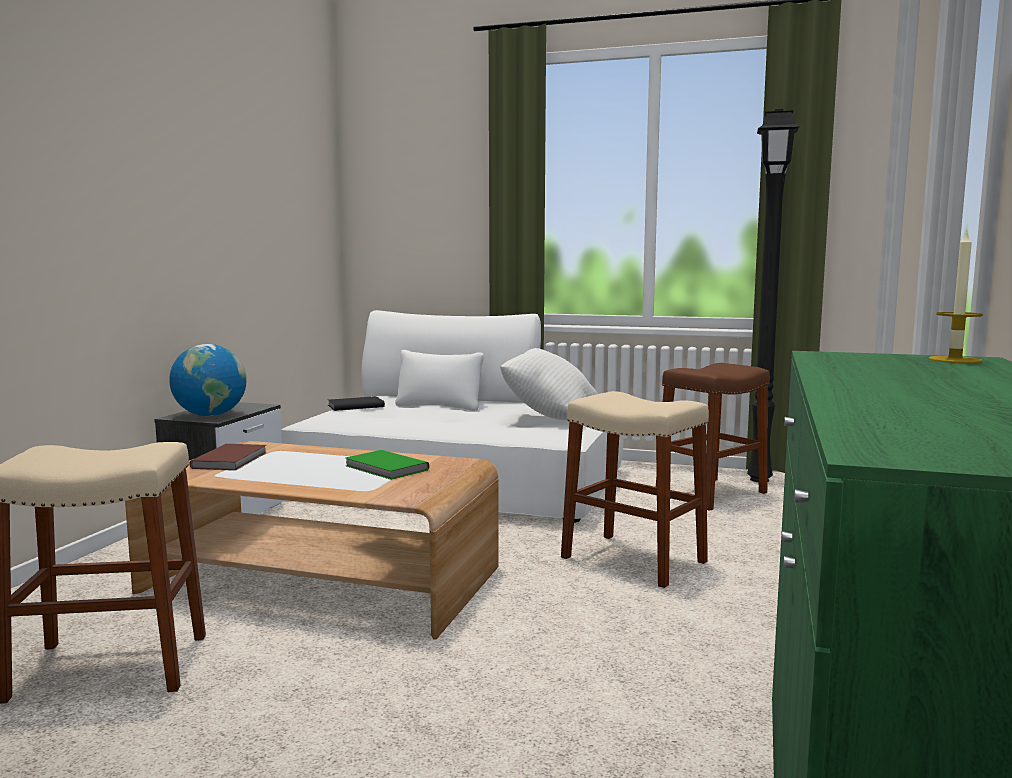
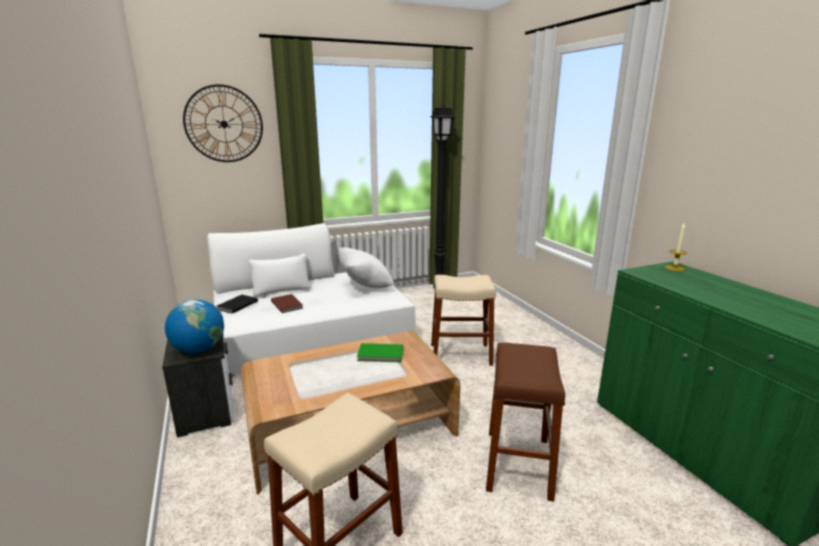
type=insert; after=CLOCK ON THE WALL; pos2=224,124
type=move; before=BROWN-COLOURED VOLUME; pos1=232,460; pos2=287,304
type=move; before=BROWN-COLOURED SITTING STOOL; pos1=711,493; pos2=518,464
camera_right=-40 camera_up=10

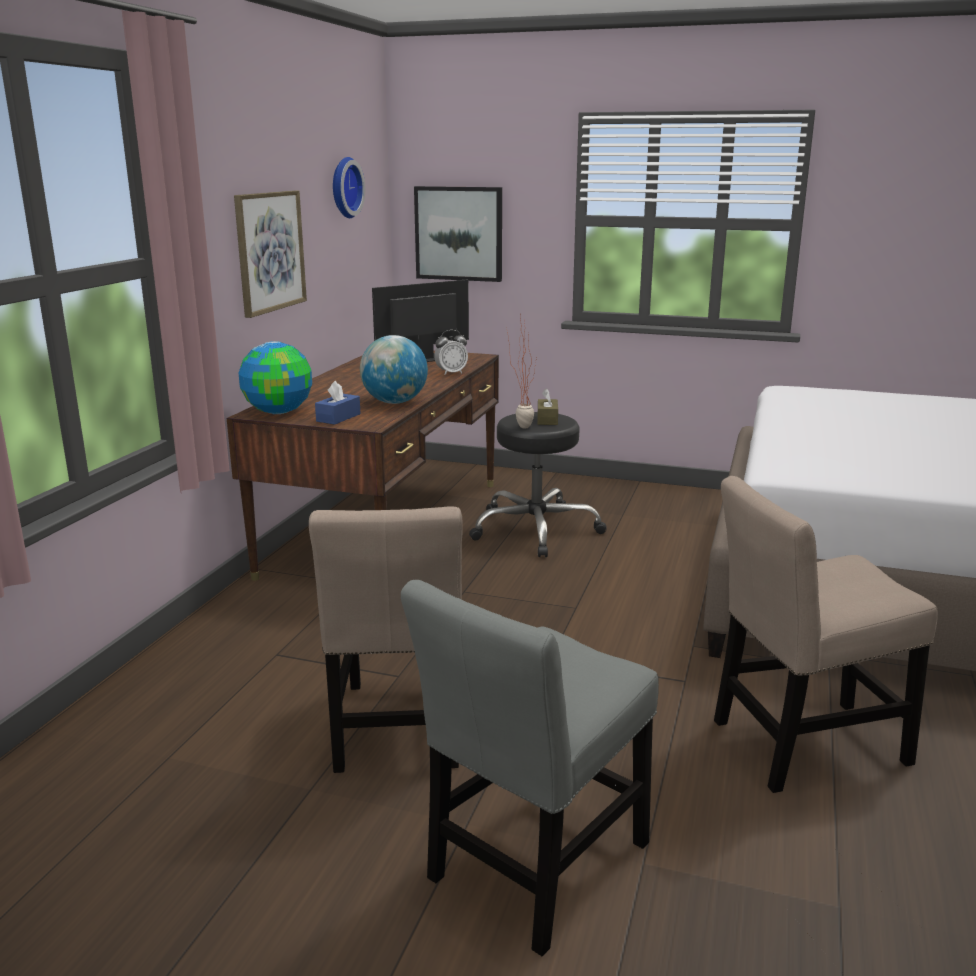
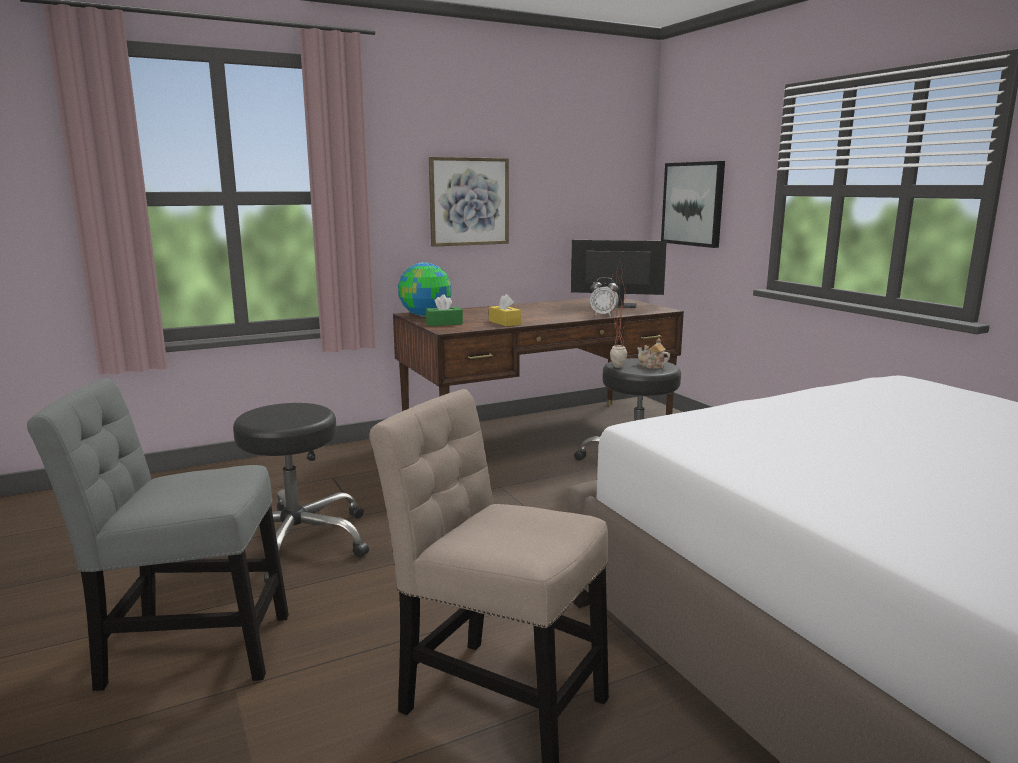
type=delete; before=CLOCK ON THE WALL; pos1=343,187
type=replace; before=BEIGE CHAIR; after=BLACK-COLOURED SITTING STOOL; pos1=398,730; pos2=296,542
type=replace; before=WORLD GLOBE; after=YELLOWISH TISSUE HOLDER; pos1=395,402; pos2=504,322
type=replace; before=BROWN-COLOURED TISSUE HOLDER; after=TEA POT; pos1=547,419; pos2=651,366
type=recolor; before=BLUE TISSUE HOLDER; after=GREEN TISSUE HOLDER; pos1=338,417; pos2=444,323
camera_right=45 camera_up=-5

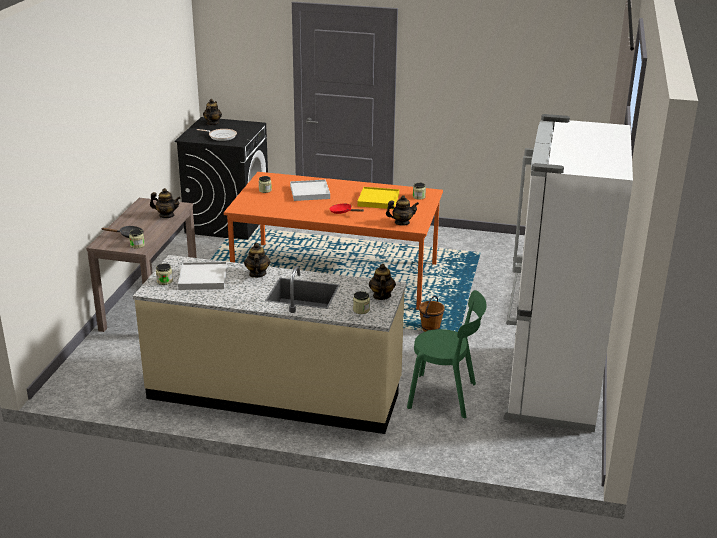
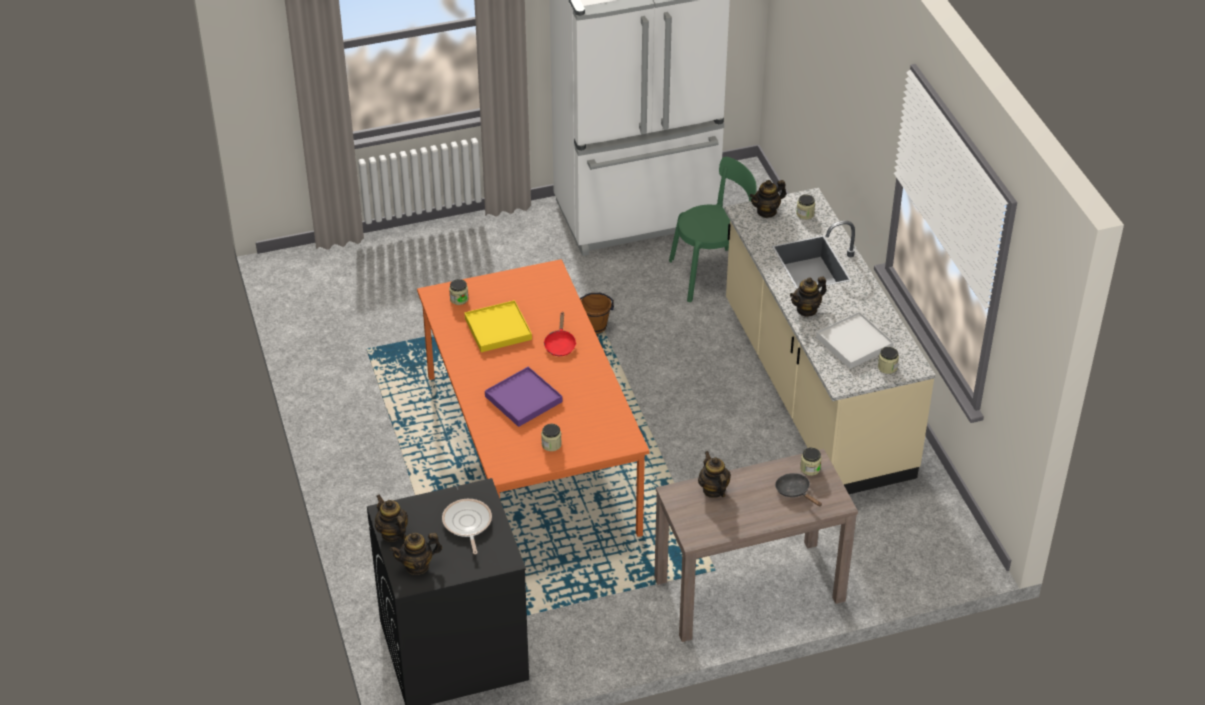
type=move; before=TEA POT; pos1=402,223; pos2=392,533
type=recolor; before=WHITE CARRYING TRAY; after=PURPLE CARRYING TRAY; pos1=309,192; pos2=523,399
type=rotate; before=GREEN CHAIR; pos1=446,396; pos2=713,274; turn=90
camera_right=-120 camera_up=15

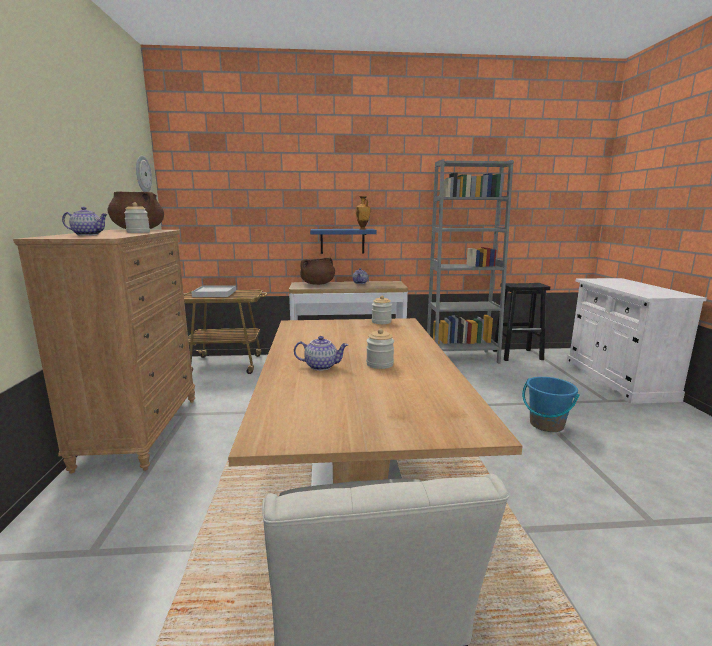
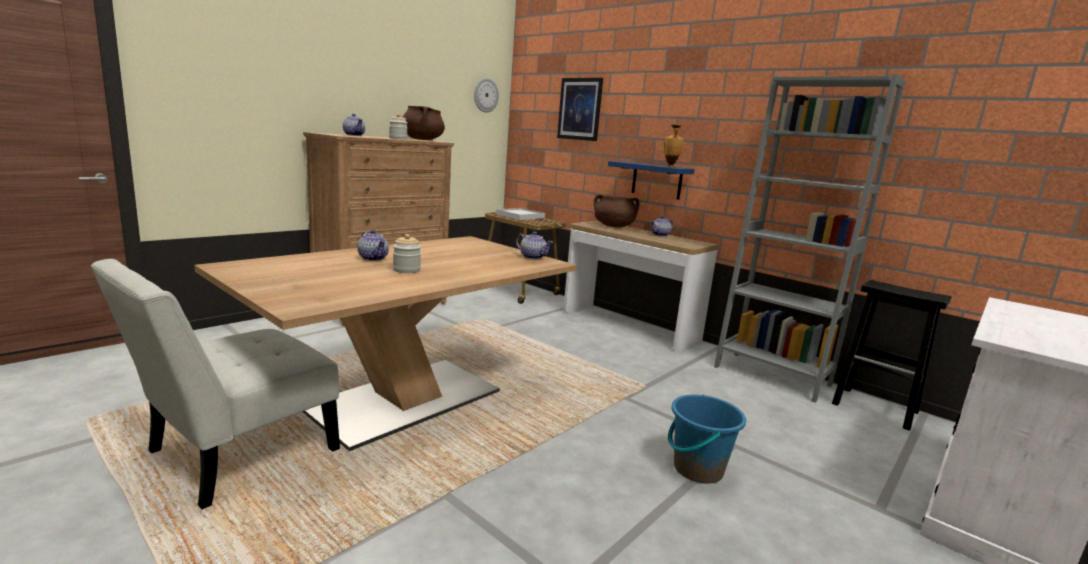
type=insert; after=WALL PICTURE; pos2=580,109
type=replace; before=JAR; after=TEA POT; pos1=381,322; pos2=533,257
camera_right=45 camera_up=0

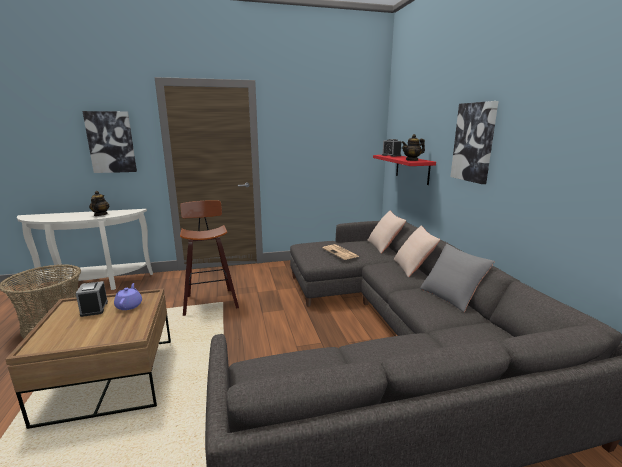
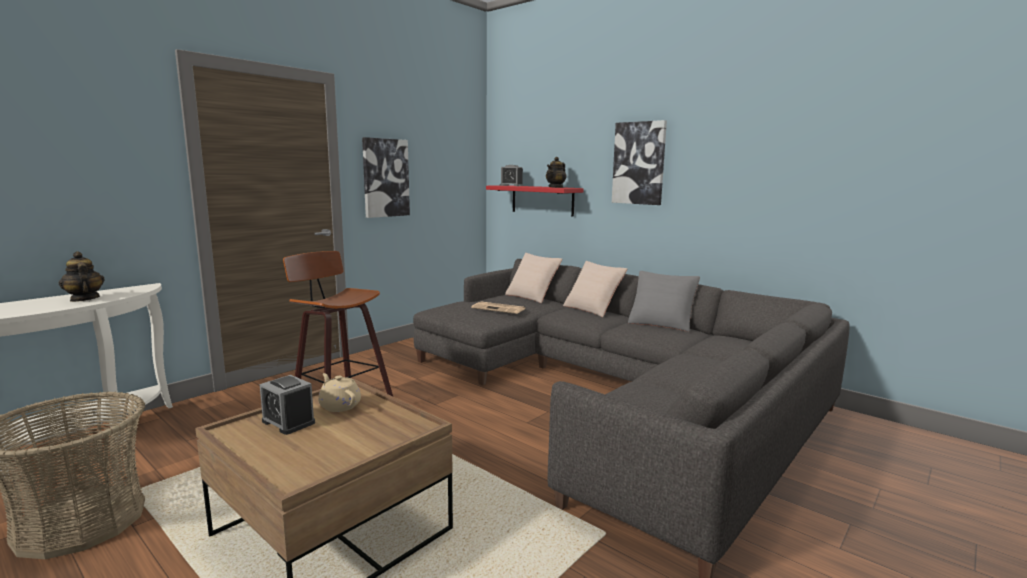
type=move; before=WALL PICTURE; pos1=111,142; pos2=385,178
type=recolor; before=PURPLE TEA POT; after=BEIGE TEA POT; pos1=129,305; pos2=339,405
camera_right=-35 camera_up=-5

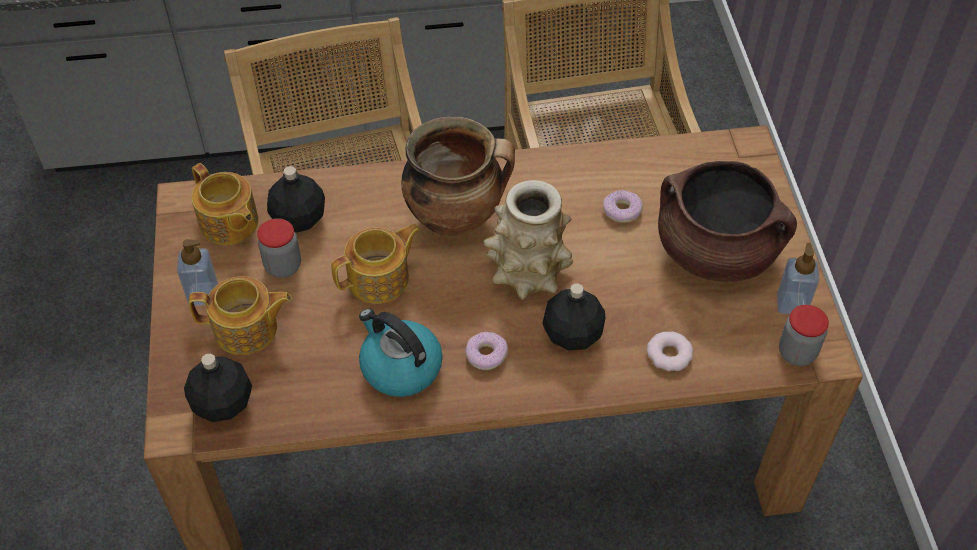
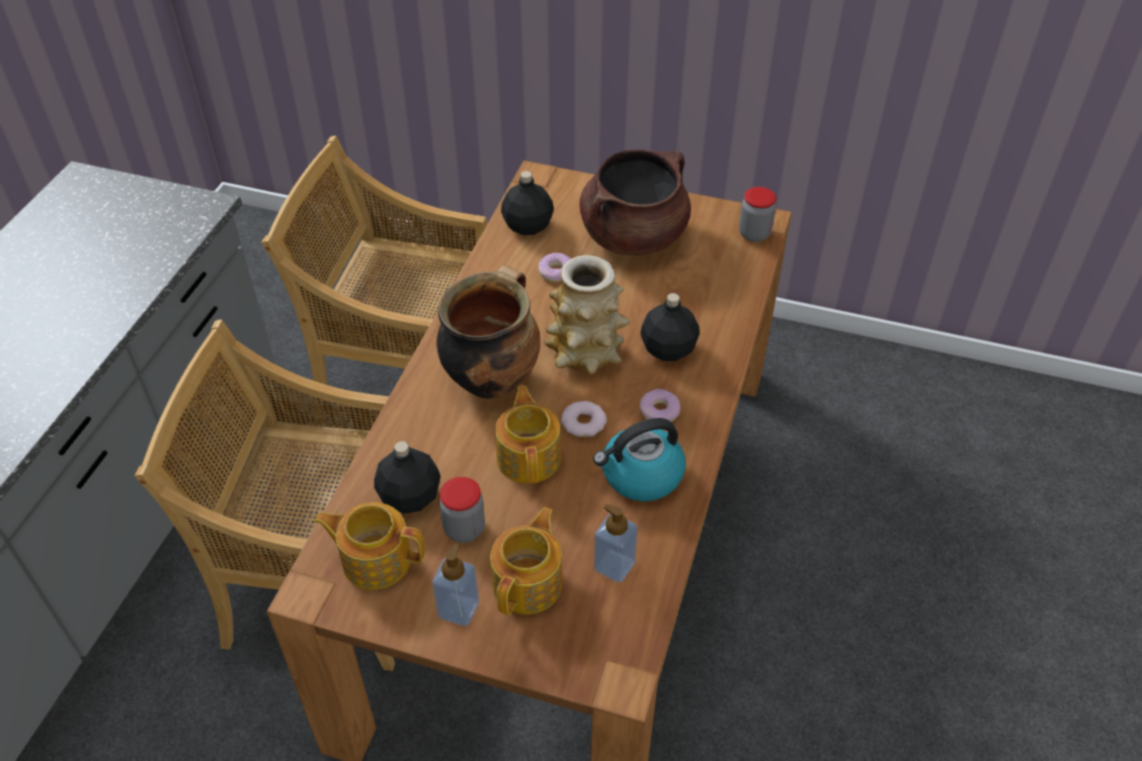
type=move; before=BLACK-COLOURED DRINK BOTTLE; pos1=223,402; pos2=527,225
type=move; before=DONUT; pos1=669,354; pos2=584,422
type=move; before=SOAP BOTTLE; pos1=791,304; pos2=614,566
type=rotate; before=TEA POT; pos1=229,224; pos2=375,559; turn=-150
camera_right=-65 camera_up=-5

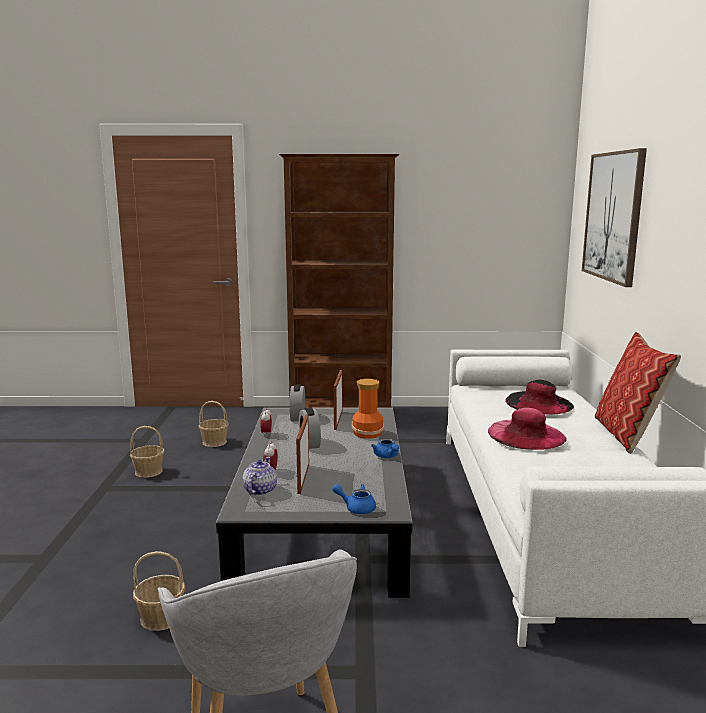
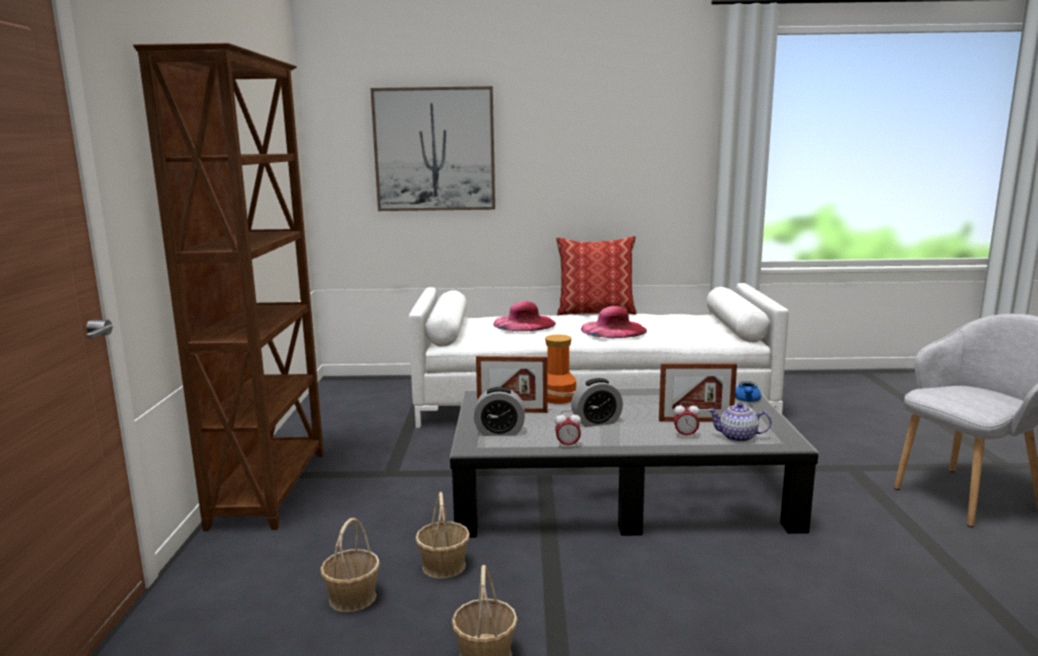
type=delete; before=BLUE TEA POT; pos1=387,456
type=move; before=HOUSEHOLD BASKET; pos1=161,617; pos2=444,566
type=recolor; before=BLACK-COLOURED WEARABLE HAT; after=PINKISH WEARABLE HAT; pos1=539,403; pos2=524,323
camera_right=-90 camera_up=0

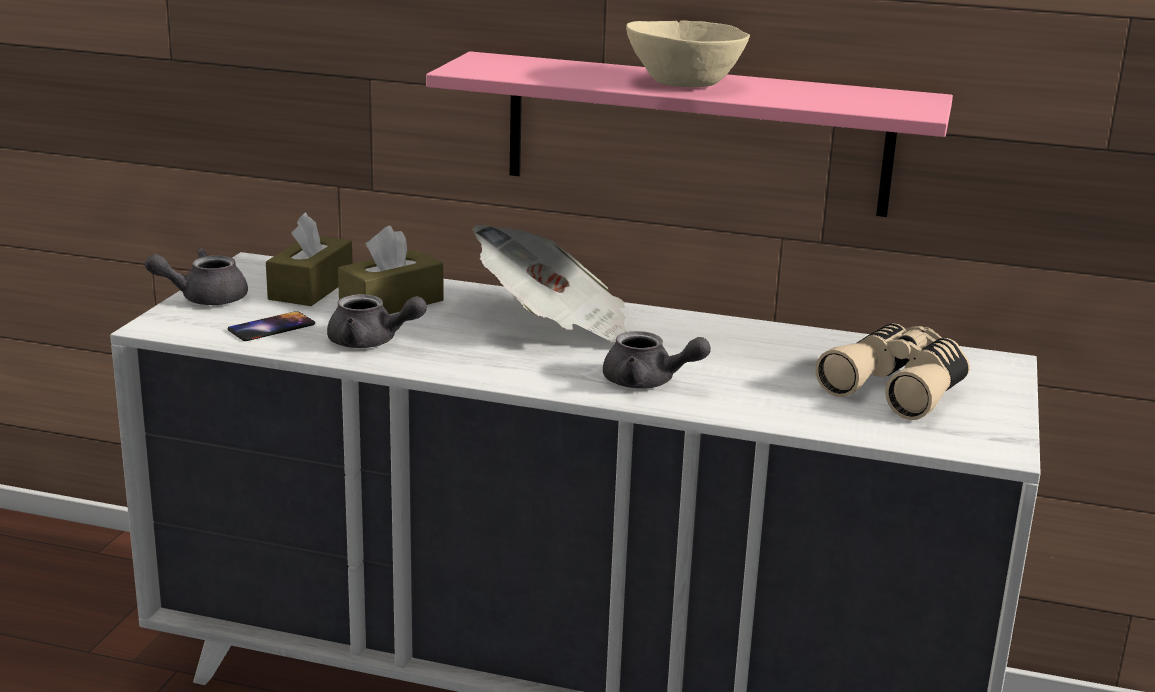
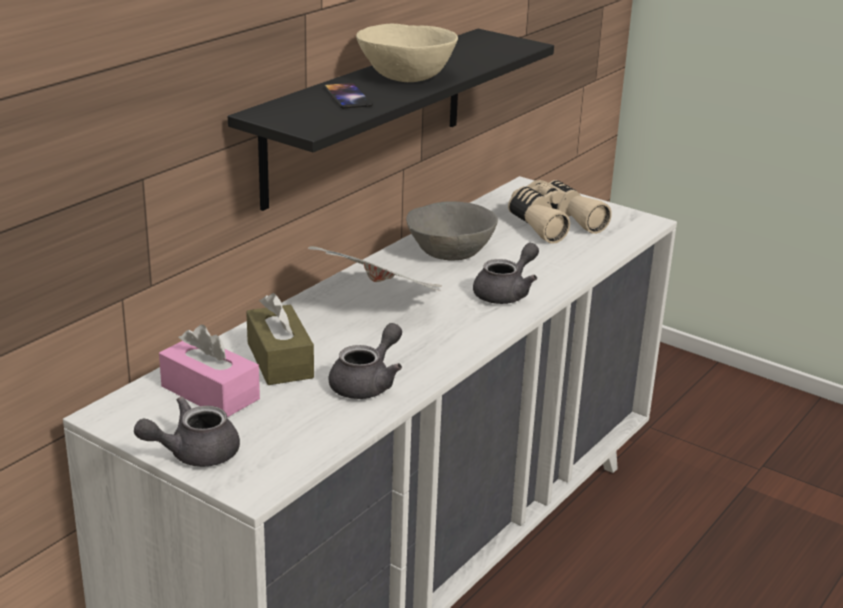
type=insert; after=GREY SERVING BOWL; pos2=450,252
type=move; before=PHONE; pos1=271,327; pos2=347,96
type=recolor; before=BROWN-COLOURED TISSUE HOLDER; after=PINKISH TISSUE HOLDER; pos1=311,288; pos2=210,393
type=recolor; before=PINKISH SHELF; after=BLACK-COLOURED SHELF; pos1=696,134; pos2=366,115
type=rotate; before=GREY TEA POT; pos1=204,298; pos2=193,453; turn=60
camera_right=-70 camera_up=5

